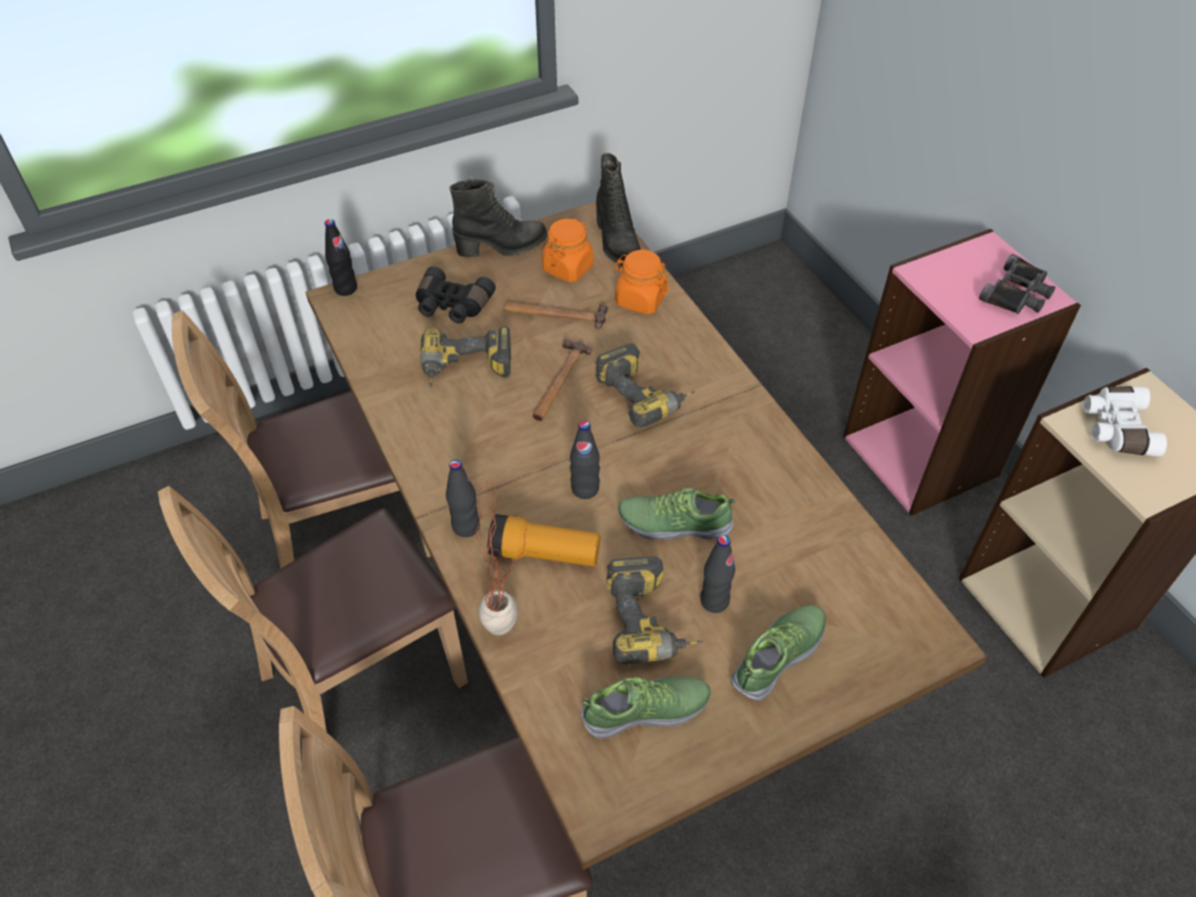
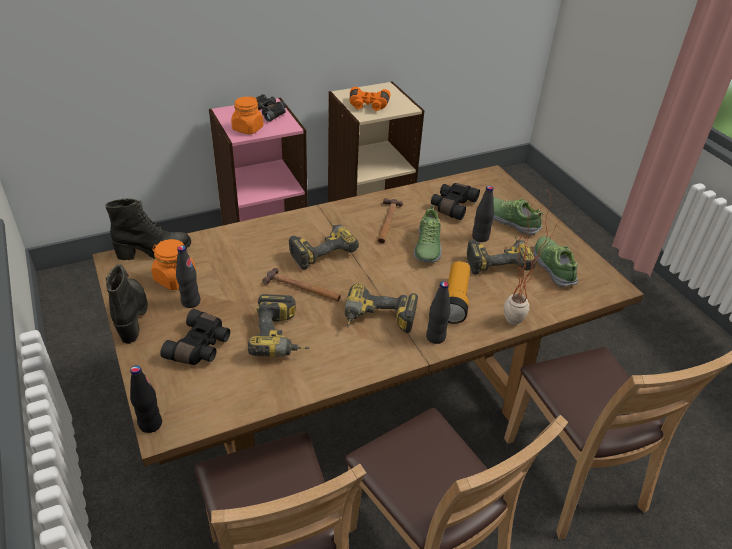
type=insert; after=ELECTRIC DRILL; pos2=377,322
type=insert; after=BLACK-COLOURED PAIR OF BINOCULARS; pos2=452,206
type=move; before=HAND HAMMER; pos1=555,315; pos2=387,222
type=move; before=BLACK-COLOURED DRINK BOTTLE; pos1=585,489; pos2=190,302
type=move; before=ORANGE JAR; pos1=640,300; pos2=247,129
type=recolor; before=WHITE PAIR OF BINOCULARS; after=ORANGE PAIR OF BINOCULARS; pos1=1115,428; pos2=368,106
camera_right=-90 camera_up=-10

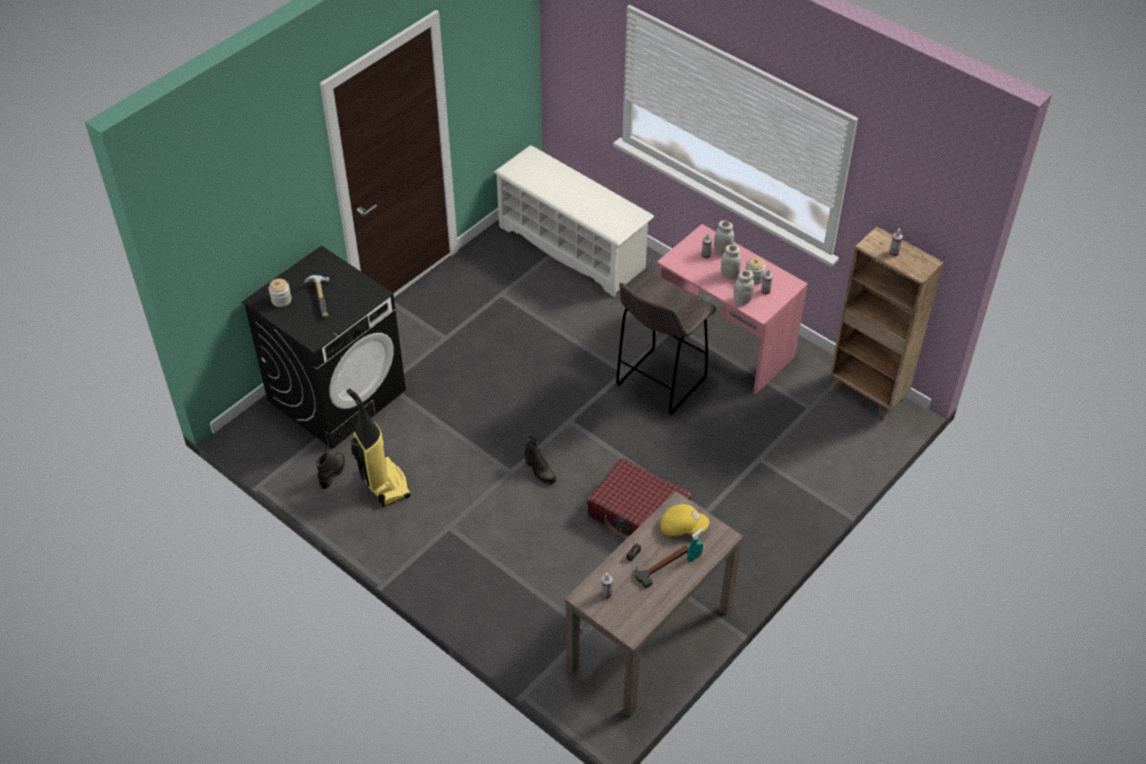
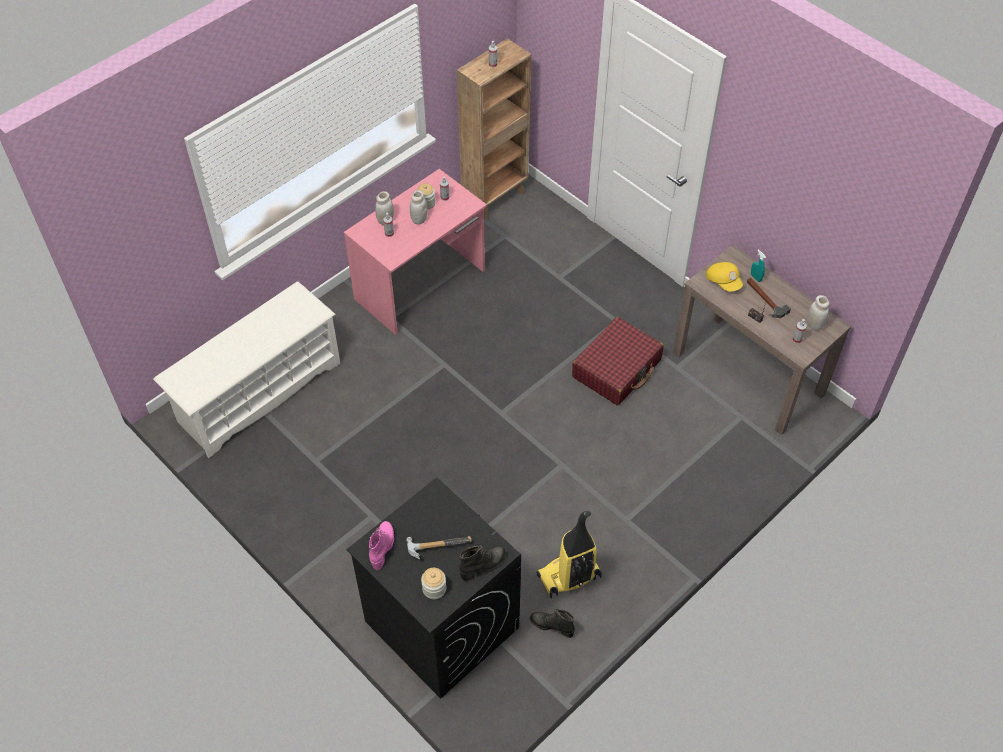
type=delete; before=GREY SITTING STOOL; pos1=659,383
type=insert; after=PINKISH TALL BOOT; pos2=382,547
type=move; before=BLACK-COLOURED TALL BOOT; pos1=539,472; pos2=483,566
type=move; before=WHITE JAR; pos1=742,300; pos2=814,325
type=rotate; before=YELLOWISH CAP; pos1=683,526; pos2=724,282; turn=135
camera_right=-85 camera_up=5

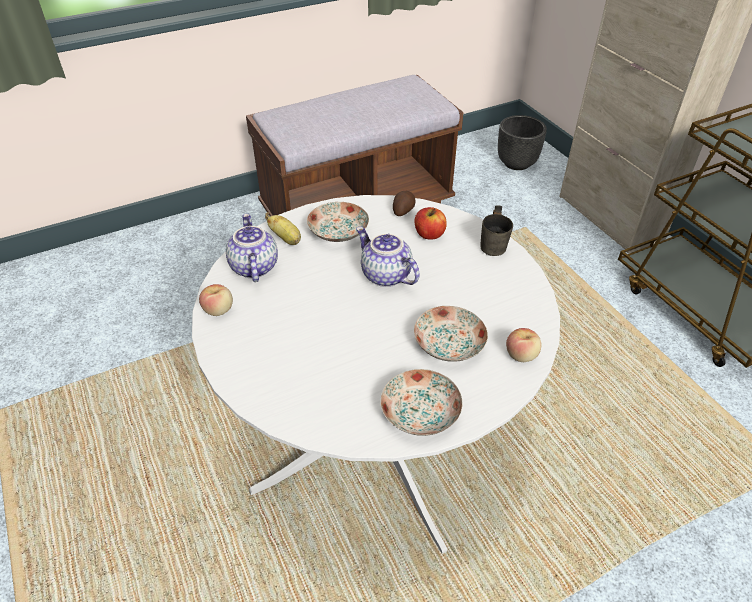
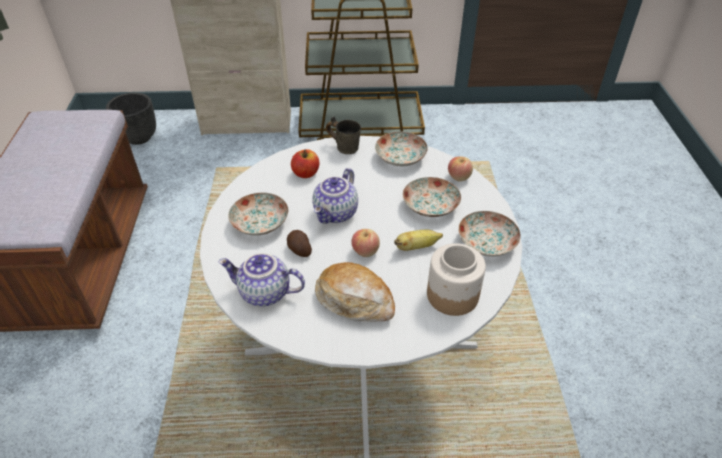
type=insert; after=BAKED BREAD; pos2=355,300
type=insert; after=DINNER PLATE; pos2=401,158
type=insert; after=JAR; pos2=452,295
type=move; before=APPLE; pos1=219,310; pos2=365,251
type=move; before=WHOLE BANANA; pos1=286,239; pos2=416,247
type=move; before=WHOLE POTATO; pos1=403,210; pos2=299,249
type=rotate; before=TEA POT; pos1=385,275; pos2=336,214; turn=-45
camera_right=-65 camera_up=0

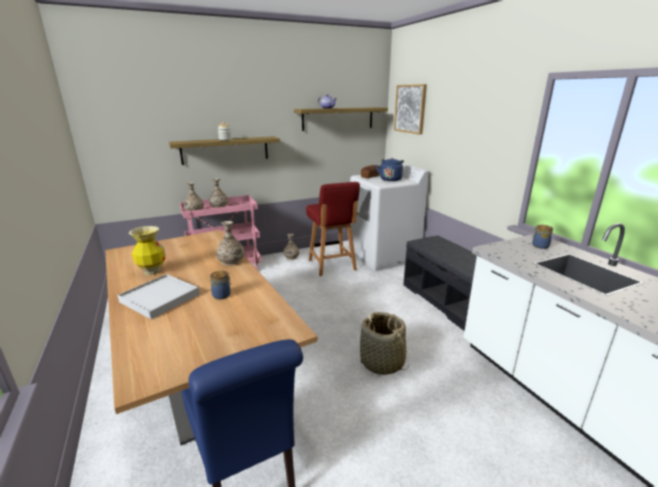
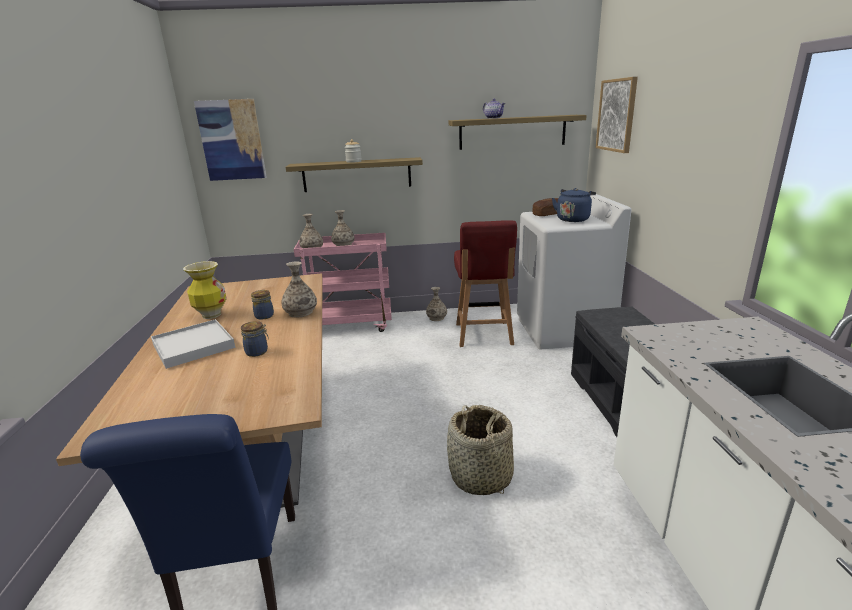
type=insert; after=WALL PICTURE; pos2=231,140
type=move; before=JAR; pos1=539,246; pos2=263,316
camera_right=20 camera_up=0

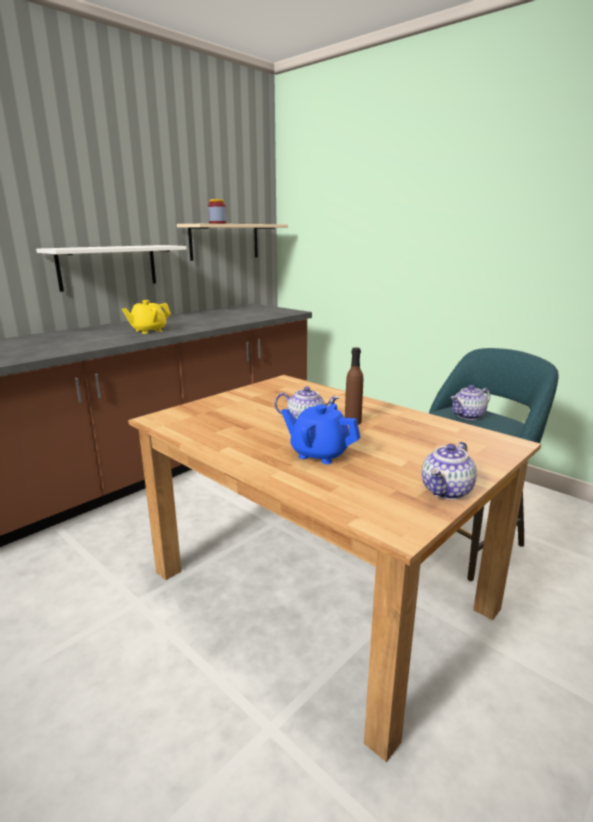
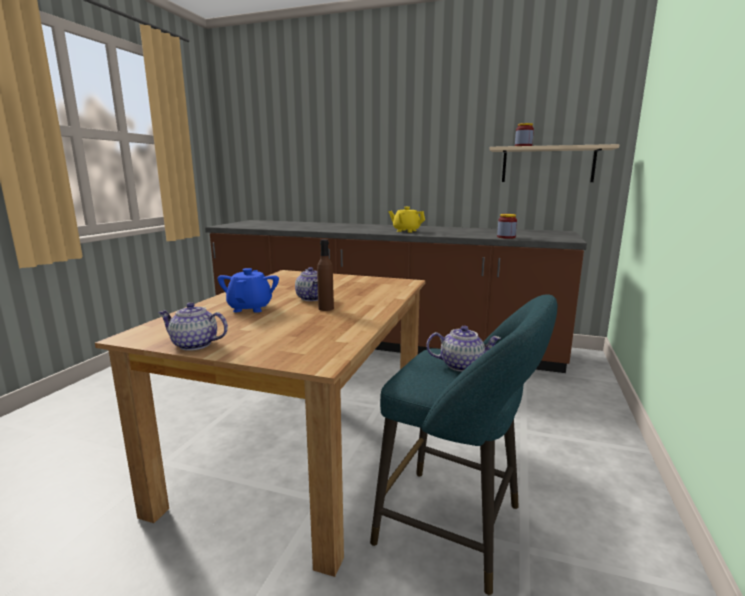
type=delete; before=WHITE SHELF; pos1=108,267
type=insert; after=JAR; pos2=506,237
type=rotate; before=TEA POT; pos1=468,416; pos2=462,365; turn=150
camera_right=65 camera_up=-5

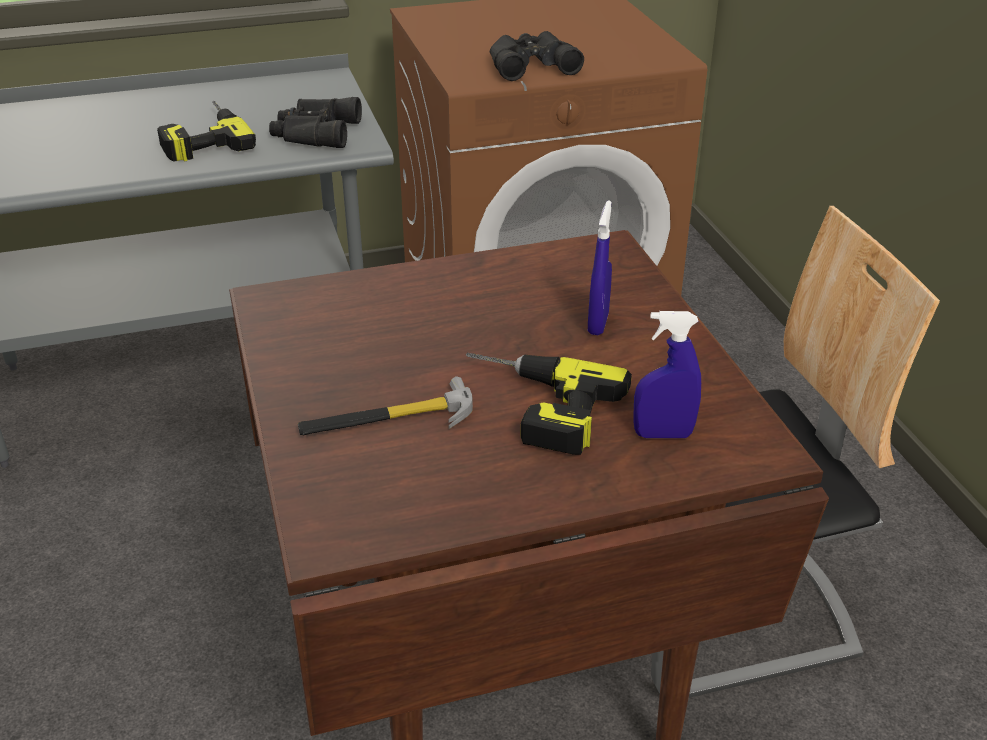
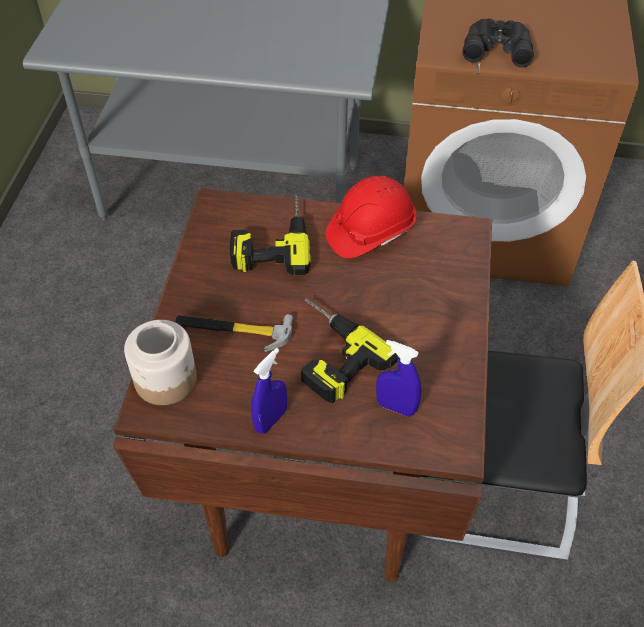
type=delete; before=BLACK-COLOURED PAIR OF BINOCULARS; pos1=314,133
type=insert; after=JAR; pos2=166,379
type=insert; after=RED WORK HELMET; pos2=370,232
type=move; before=ELECTRIC DRILL; pos1=201,137; pos2=271,239
type=move; before=BLUE SPRAYER; pos1=598,323; pos2=270,420
camera_right=25 camera_up=15

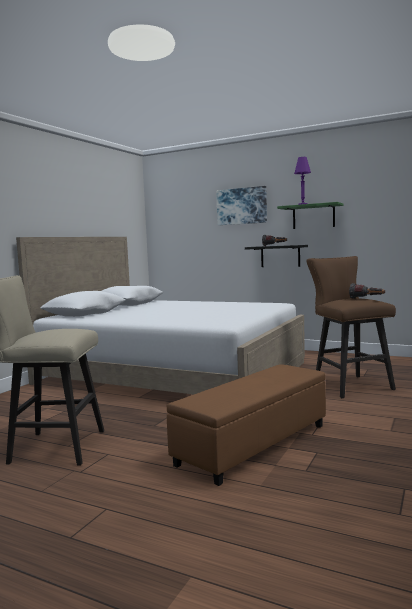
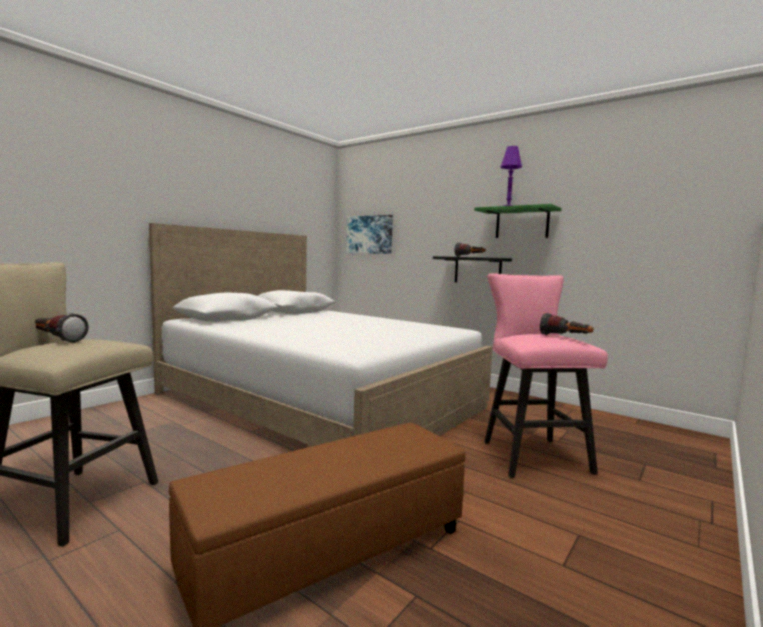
type=insert; after=FLASHLIGHT; pos2=56,340
type=move; before=WALL PICTURE; pos1=242,206; pos2=370,234
type=recolor; before=BROWN-COLOURED SITTING STOOL; after=PINKISH SITTING STOOL; pos1=348,385; pos2=531,454
camera_right=10 camera_up=0

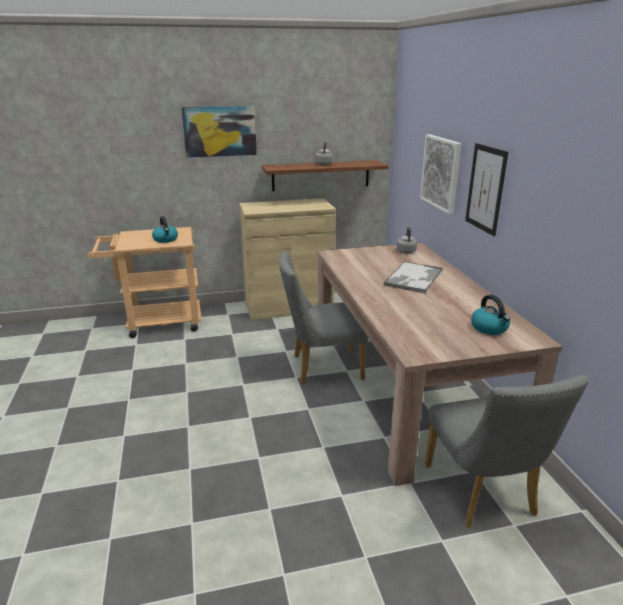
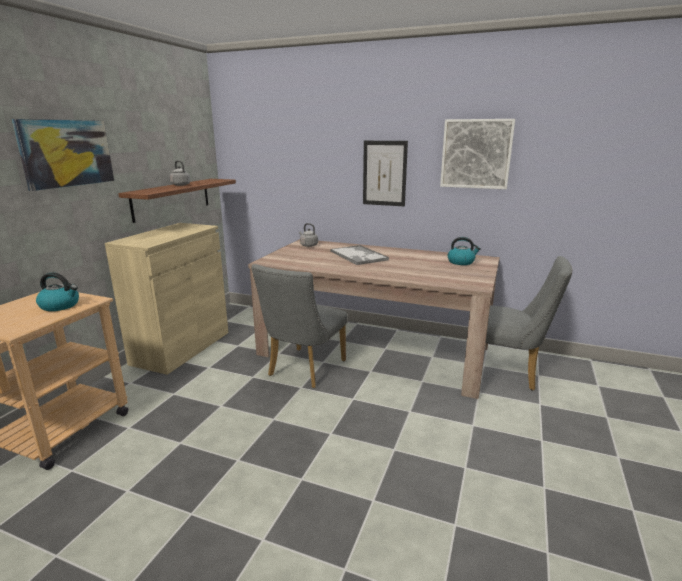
type=move; before=WALL PICTURE; pos1=441,173; pos2=476,154
camera_right=-55 camera_up=-5

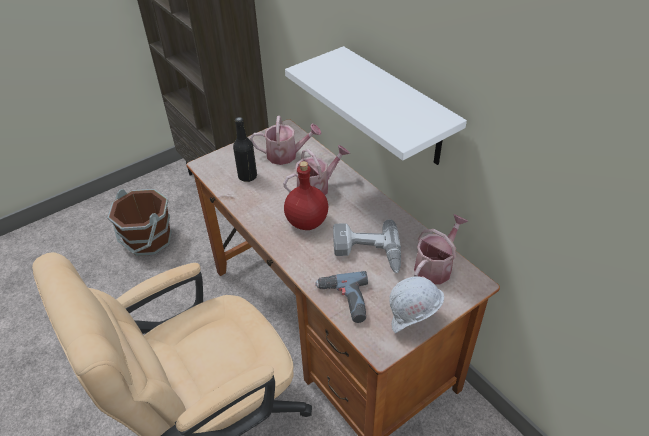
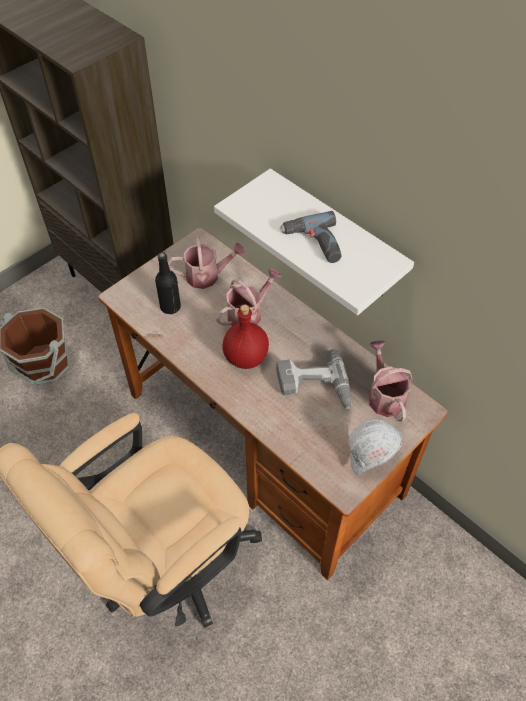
type=move; before=ELECTRIC DRILL; pos1=344,301; pos2=313,244
type=rotate; before=SPRINKLING CAN; pos1=436,266; pos2=384,395; turn=-45
camera_right=-10 camera_up=10

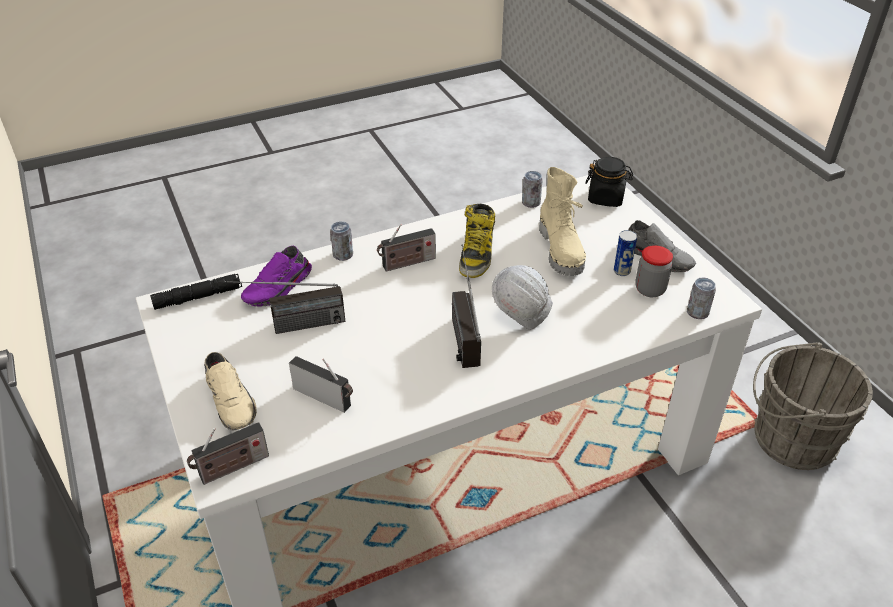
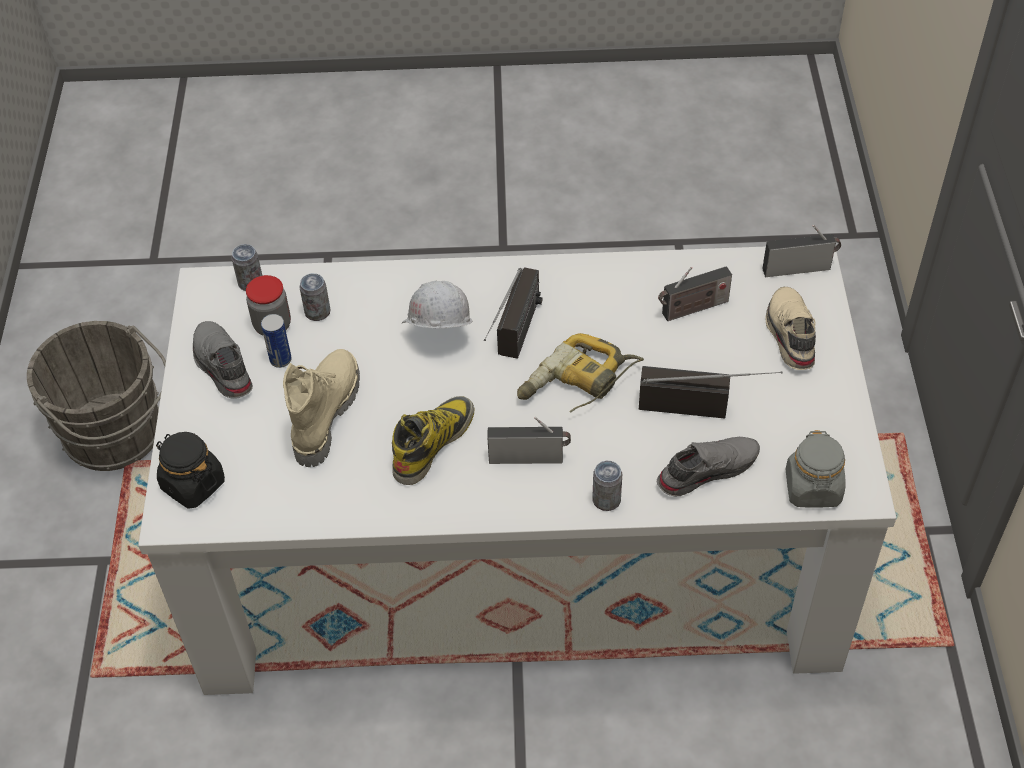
type=insert; after=ELECTRIC DRILL; pos2=578,384
type=move; before=CAN; pos1=531,203; pos2=317,312
type=replace; before=BLACK-COLOURED FLASHLIGHT; after=GREY JAR; pos1=198,297; pos2=813,488
type=recolor; before=PURPLE ITEM OF FOOTWEAR; after=GREY ITEM OF FOOTWEAR; pos1=279,288; pos2=706,469
type=rotate; before=RADIO SET; pos1=325,397; pos2=692,309; turn=-75
camera_right=-155 camera_up=10

